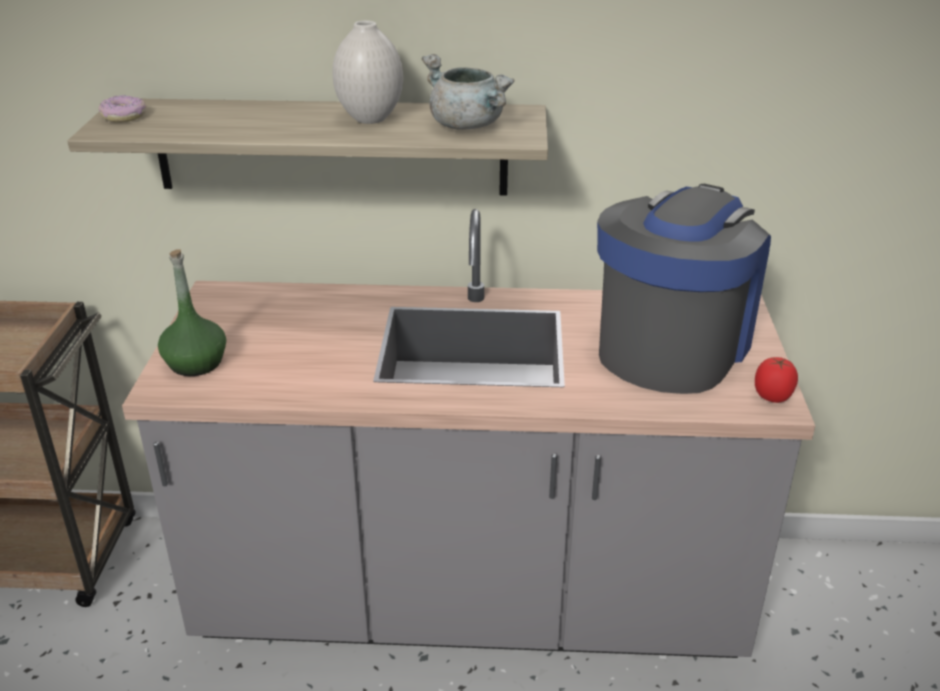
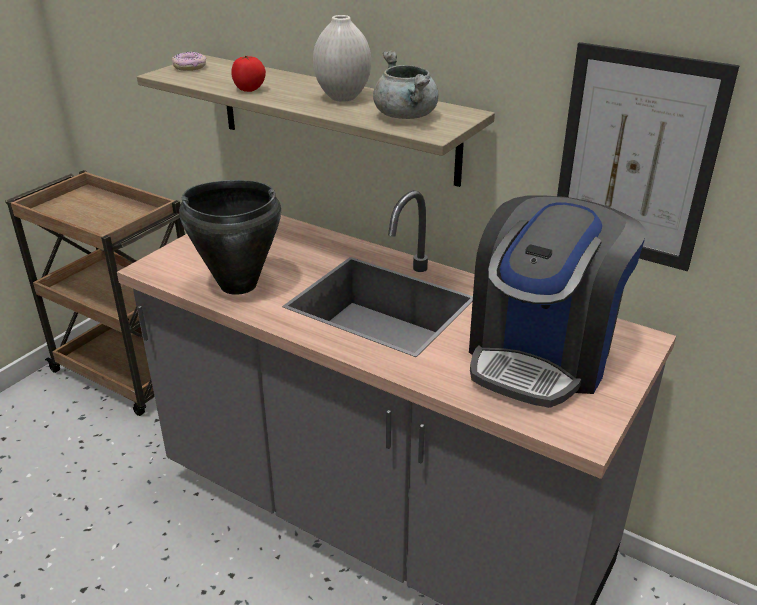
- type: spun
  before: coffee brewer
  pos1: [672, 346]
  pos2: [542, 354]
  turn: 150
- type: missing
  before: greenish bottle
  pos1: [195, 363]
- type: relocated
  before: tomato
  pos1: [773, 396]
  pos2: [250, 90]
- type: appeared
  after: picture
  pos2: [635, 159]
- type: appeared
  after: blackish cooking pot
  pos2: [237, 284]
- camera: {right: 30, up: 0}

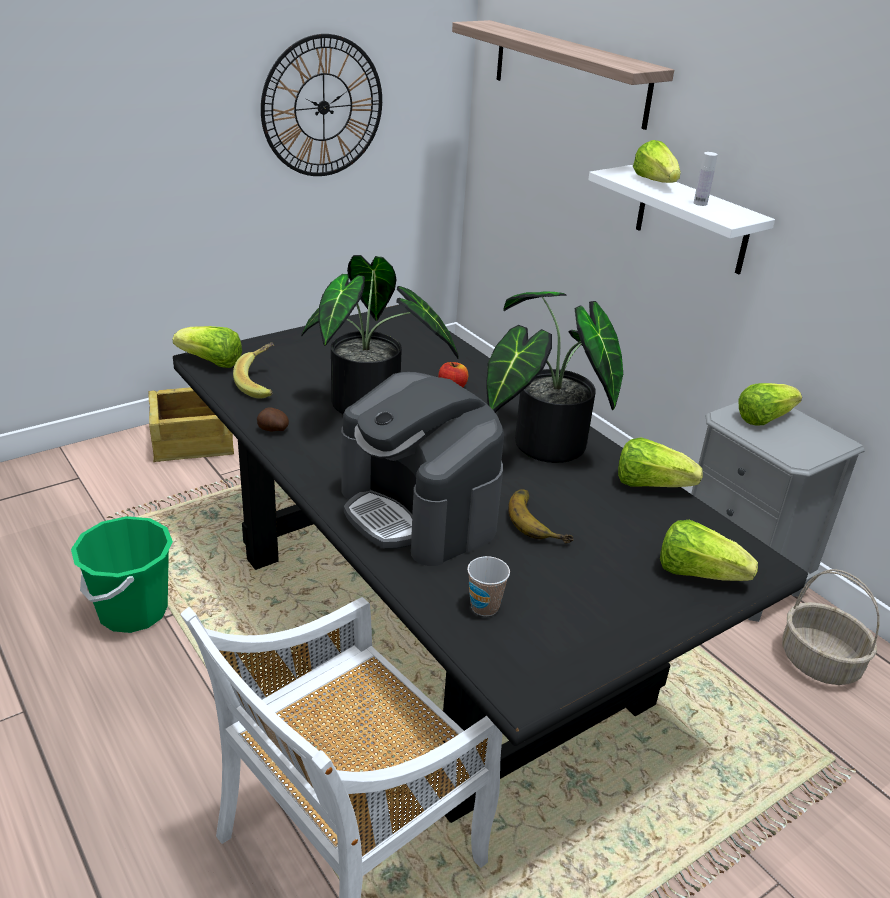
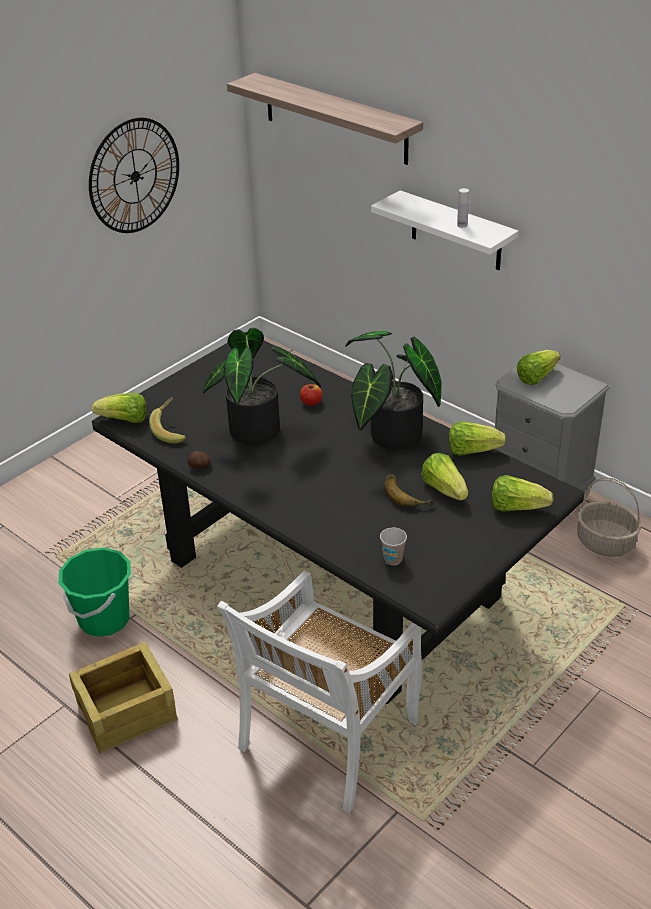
- type: relocated
  before: head of lettuce
  pos1: [655, 182]
  pos2: [444, 489]
- type: missing
  before: coffee brewer
  pos1: [419, 511]
- type: relocated
  before: packing crate
  pos1: [194, 441]
  pos2: [127, 712]
- camera: {right: -10, up: 5}

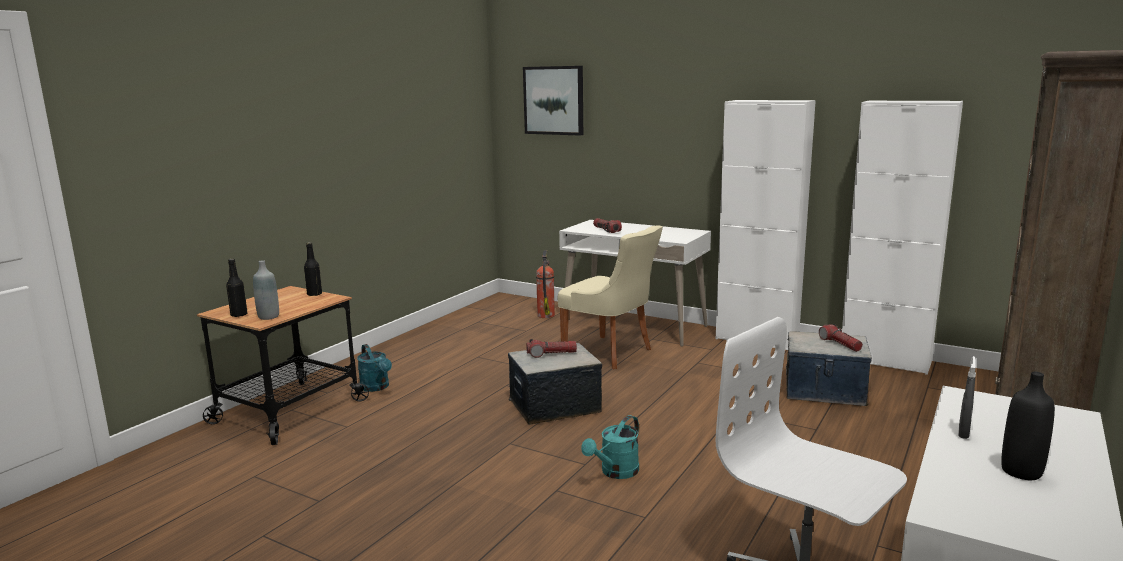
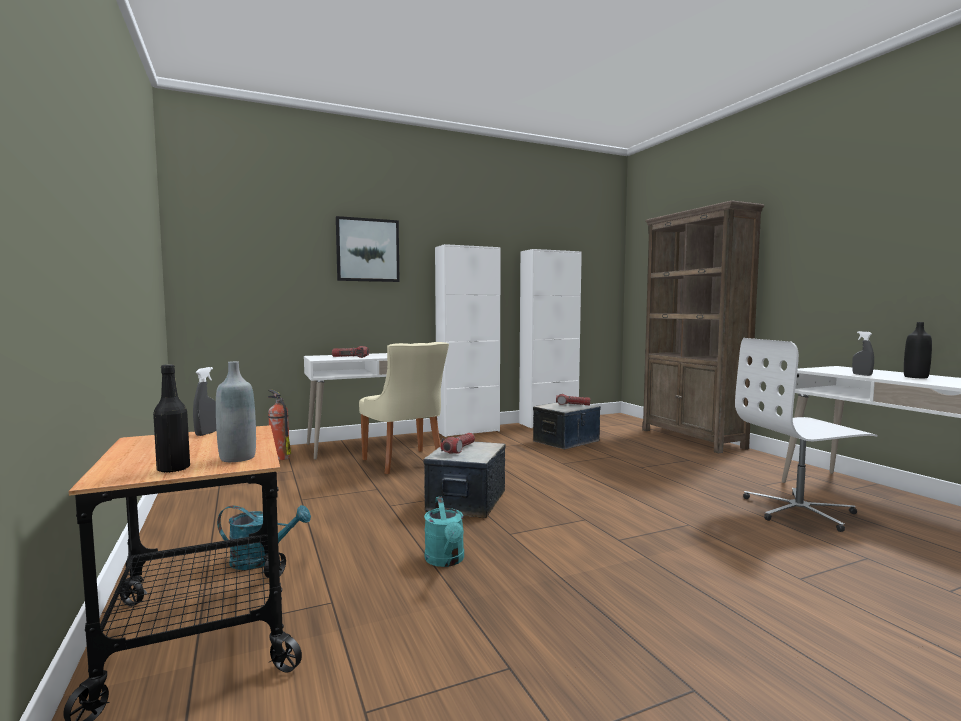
- type: relocated
  before: picture
  pos1: [554, 100]
  pos2: [367, 250]
- type: spun
  before: beige-coloured upright chair
  pos1: [610, 353]
  pos2: [405, 462]
  turn: 75
- type: exchanged
  before: blackish bottle
  after: greyish spray bottle
  pos1: [314, 294]
  pos2: [207, 433]
- type: relocated
  before: turquoise sprinkling can
  pos1: [615, 472]
  pos2: [446, 561]
- camera: {right: -55, up: -10}

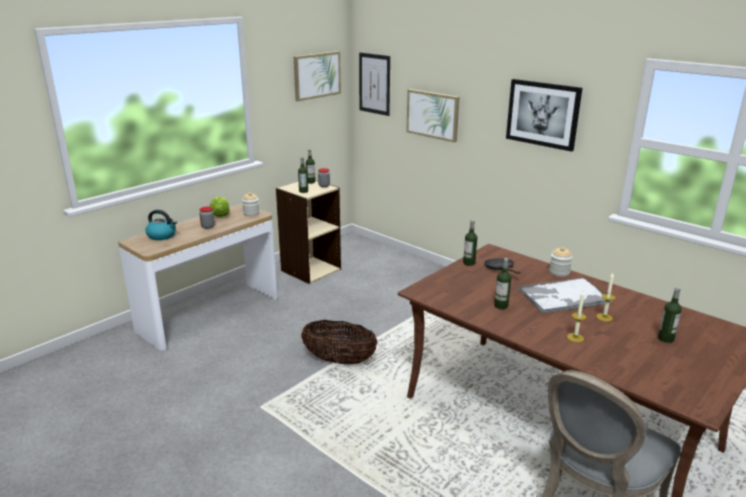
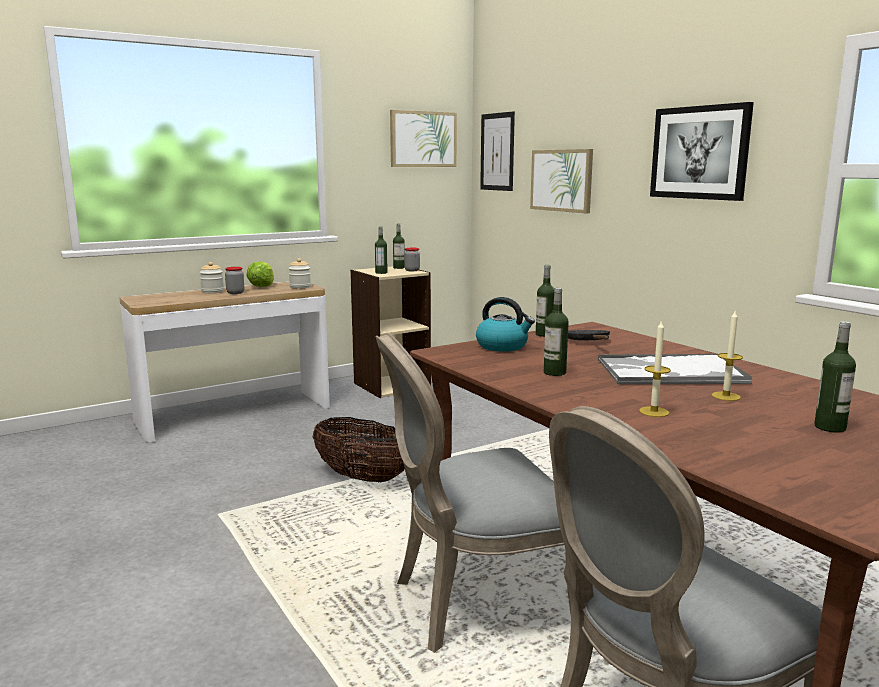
- type: relocated
  before: kettle
  pos1: [162, 235]
  pos2: [503, 346]
- type: relocated
  before: jar
  pos1: [559, 272]
  pos2: [212, 291]
- type: appeared
  after: greyish upright chair
  pos2: [474, 602]
- camera: {right: 15, up: -10}

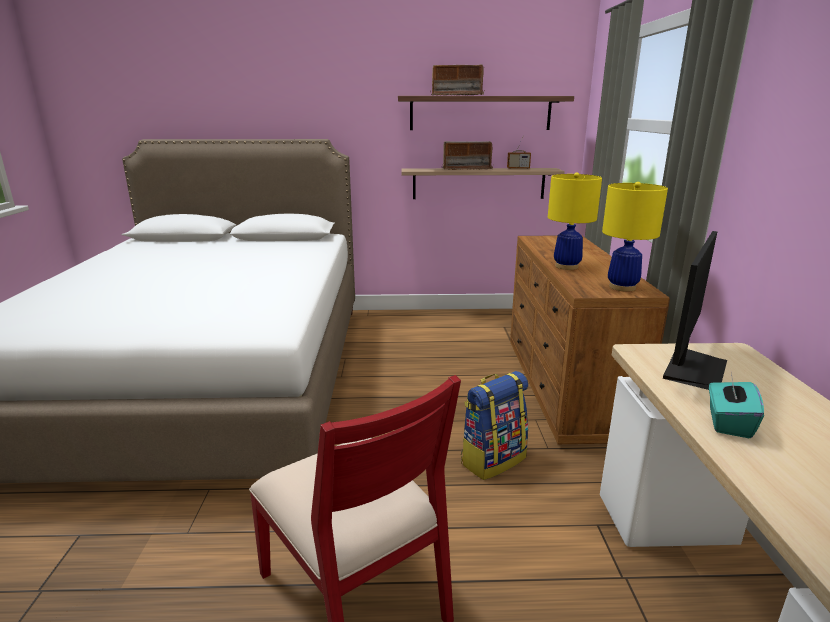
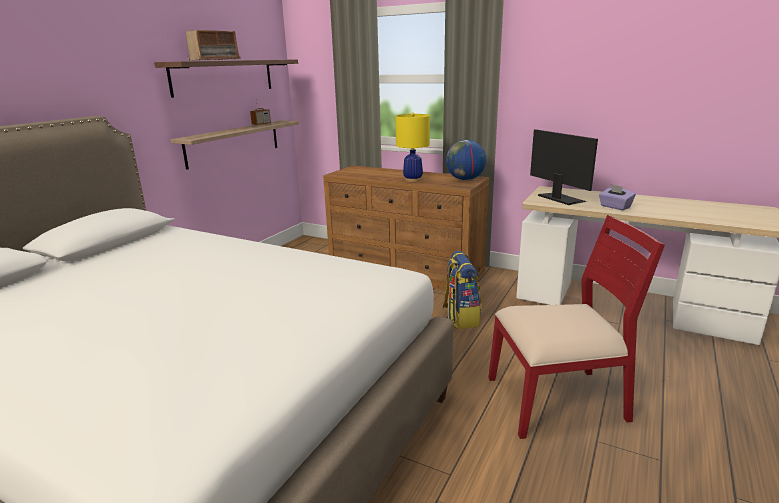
- type: missing
  before: radio set
  pos1: [466, 169]
- type: exchanged
  before: yellowish tabletop lamp
  after: world globe
  pos1: [622, 287]
  pos2: [465, 179]
- type: colour
  before: turquoise box of tissues
  after: purple-coloured box of tissues
  pos1: [728, 422]
  pos2: [614, 207]
- camera: {right: -60, up: 0}

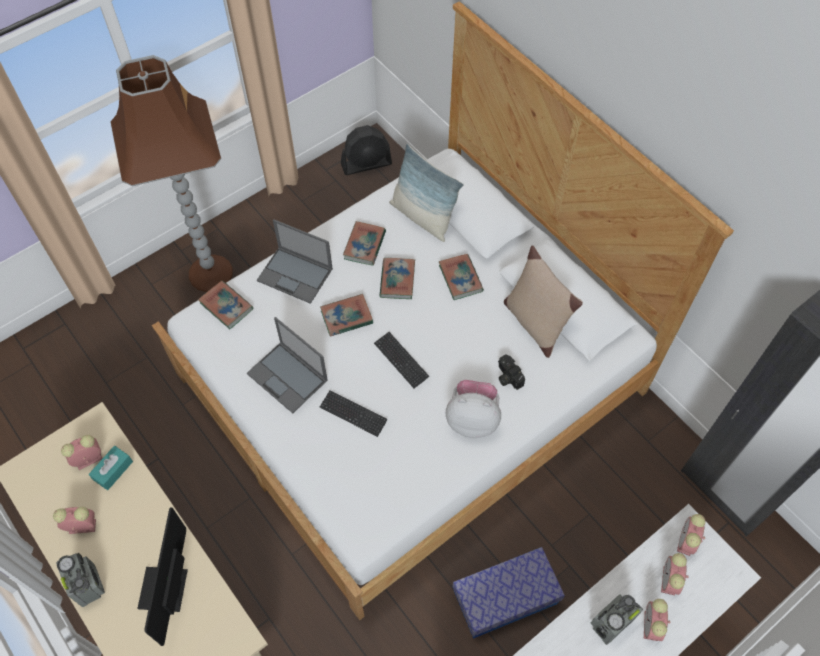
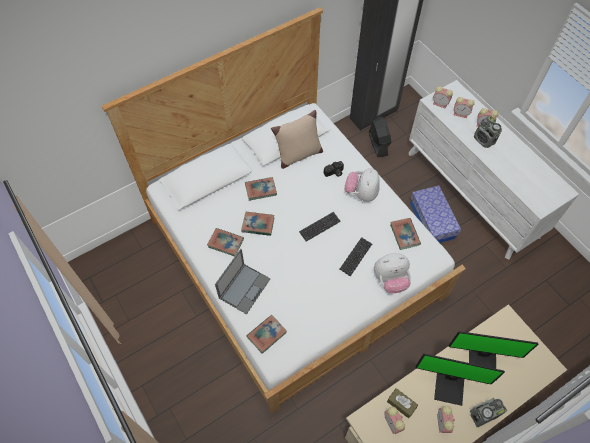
- type: missing
  before: brown-coloured floor lamp
  pos1: [211, 272]
- type: relocated
  before: blackish fan
  pos1: [366, 164]
  pos2: [378, 144]
- type: missing
  before: cushion
  pos1: [422, 217]
- type: relocated
  before: bound book
  pos1: [346, 317]
  pos2: [404, 235]
- type: missing
  before: portable computer
  pos1: [288, 377]
- type: colour
  before: turquoise box of tissues
  after: brown-coloured box of tissues
  pos1: [113, 470]
  pos2: [401, 404]
- type: appeared
  after: soft toy
  pos2: [390, 280]
- type: appeared
  after: monitor
  pos2: [449, 387]
- camera: {right: -85, up: 0}

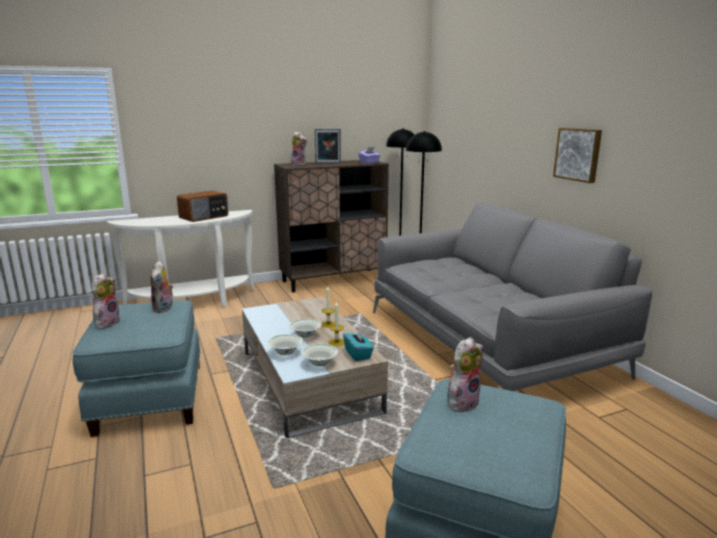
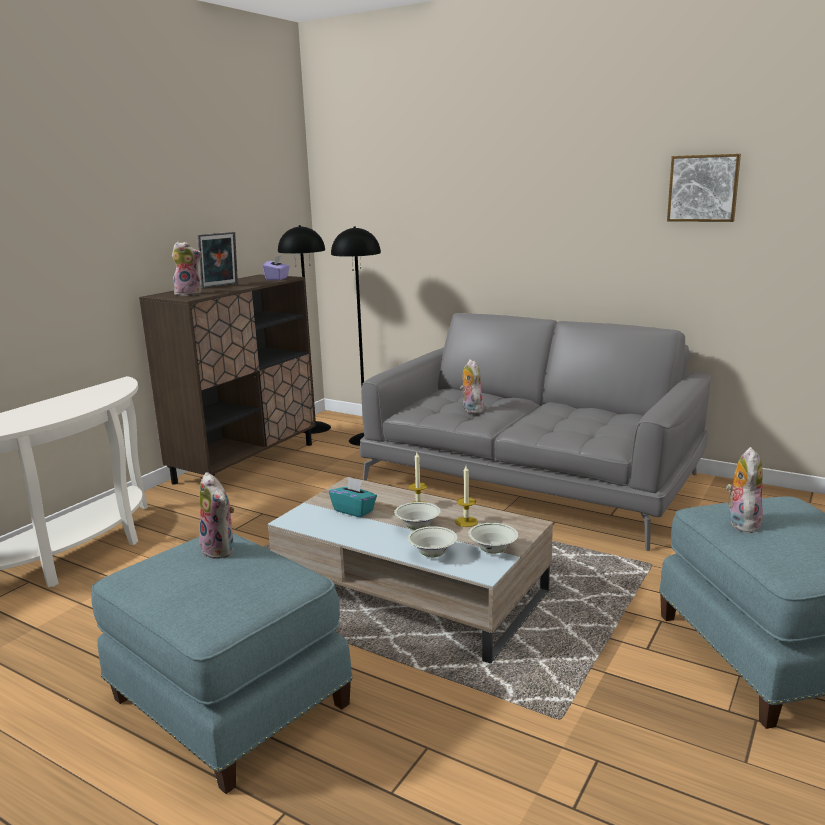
- type: relocated
  before: picture
  pos1: [578, 154]
  pos2: [703, 188]
- type: missing
  before: radio set
  pos1: [204, 217]
- type: relocated
  before: soft toy
  pos1: [107, 323]
  pos2: [470, 410]
- type: relocated
  before: turquoise box of tissues
  pos1: [358, 354]
  pos2: [354, 510]
- camera: {right: -35, up: 0}

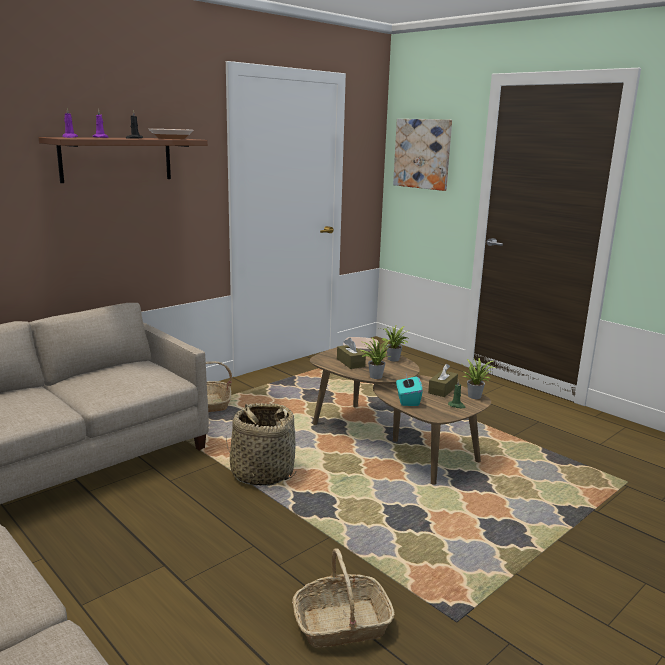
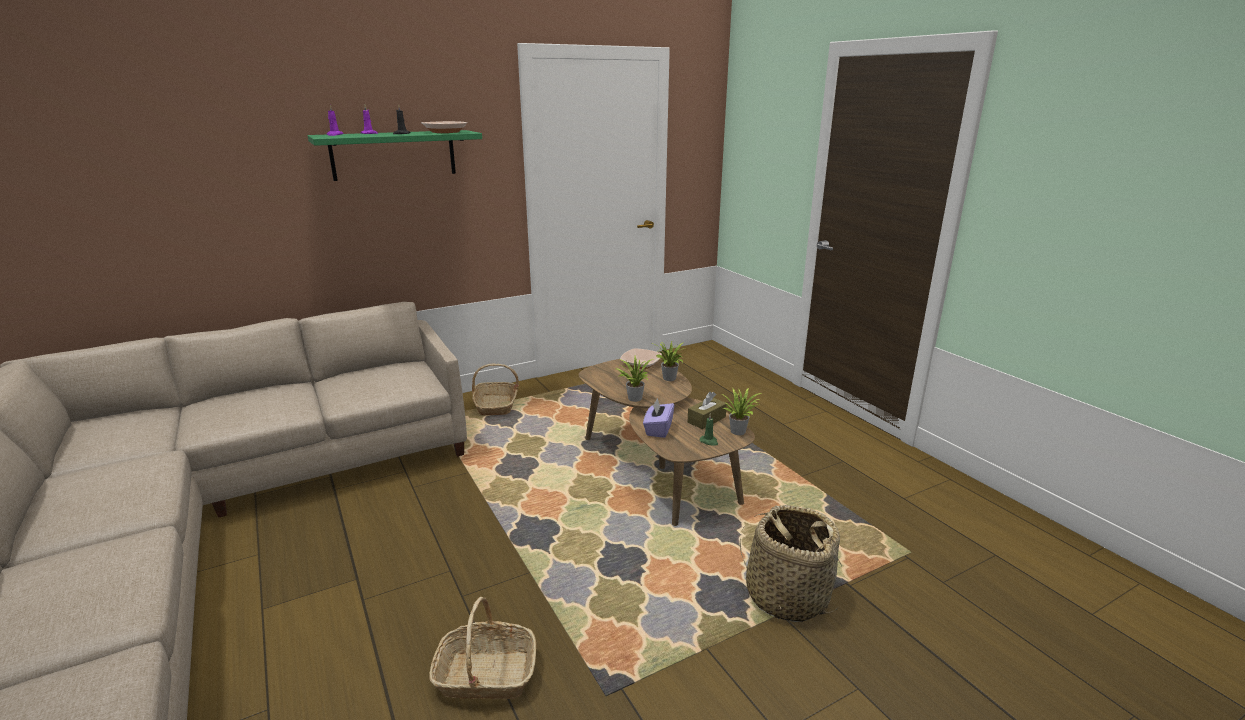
- type: missing
  before: picture
  pos1: [422, 154]
- type: colour
  before: brown-coloured wall shelf
  after: greenish wall shelf
  pos1: [116, 159]
  pos2: [394, 155]
- type: missing
  before: brown-coloured box of tissues
  pos1: [350, 362]
- type: colour
  before: turquoise box of tissues
  after: purple-coloured box of tissues
  pos1: [407, 400]
  pos2: [658, 429]
- type: relocated
  before: storage basket
  pos1: [262, 473]
  pos2: [786, 596]
- camera: {right: 15, up: 5}

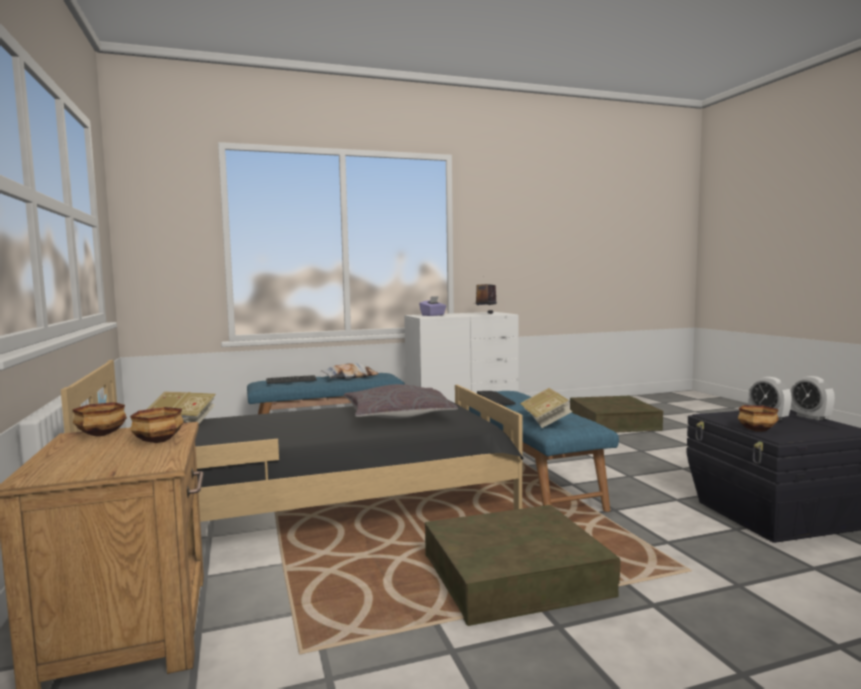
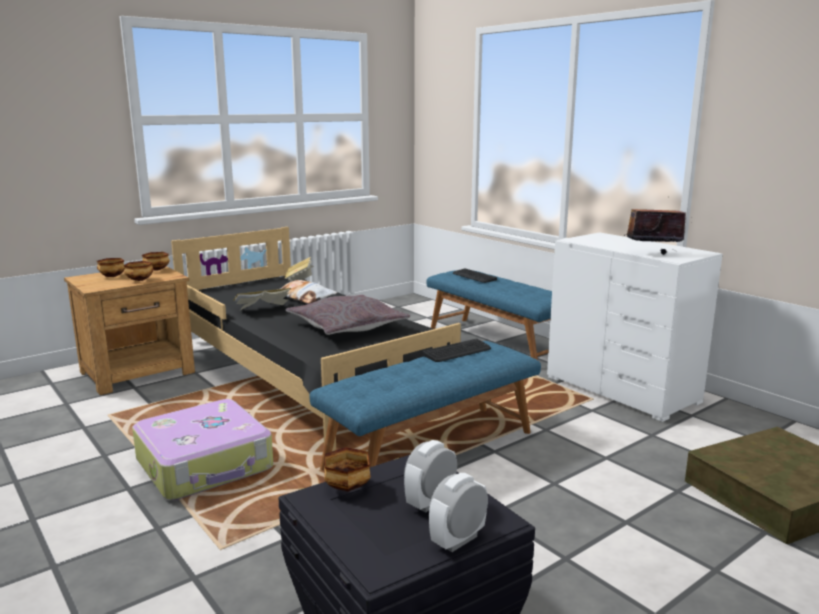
- type: missing
  before: purple-coloured box of tissues
  pos1: [433, 315]
- type: relocated
  before: cushion
  pos1: [350, 377]
  pos2: [304, 297]
- type: relocated
  before: bound book
  pos1: [545, 421]
  pos2: [263, 310]
- type: exchanged
  before: brown-coloured storage bin
  after: travel case
  pos1: [514, 574]
  pos2: [206, 464]
- type: appeared
  after: deep dish
  pos2: [112, 276]
- camera: {right: 70, up: 10}

